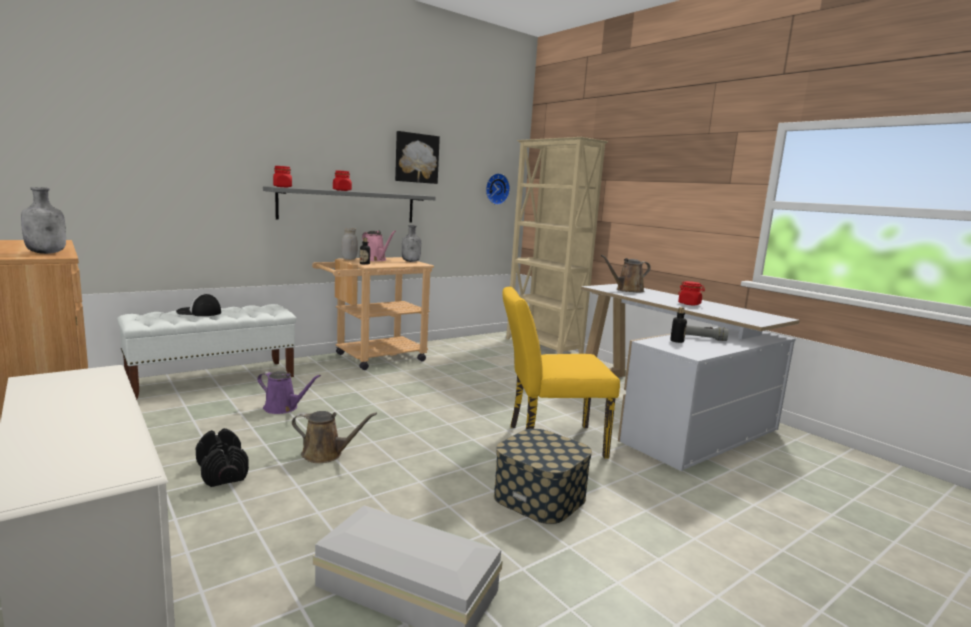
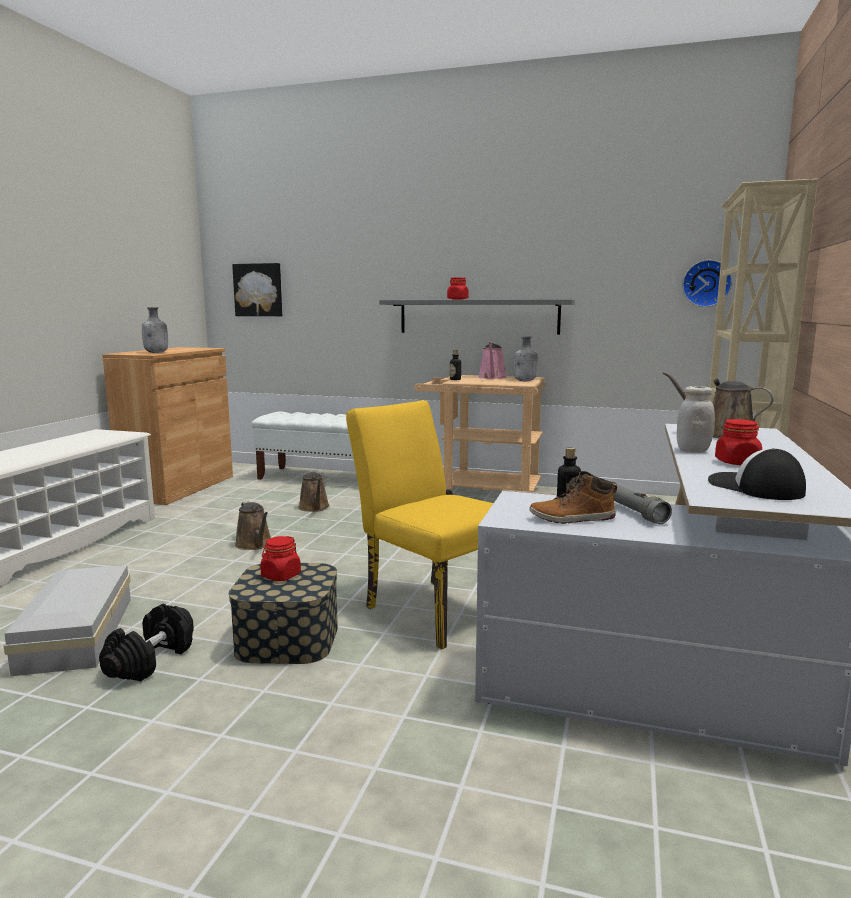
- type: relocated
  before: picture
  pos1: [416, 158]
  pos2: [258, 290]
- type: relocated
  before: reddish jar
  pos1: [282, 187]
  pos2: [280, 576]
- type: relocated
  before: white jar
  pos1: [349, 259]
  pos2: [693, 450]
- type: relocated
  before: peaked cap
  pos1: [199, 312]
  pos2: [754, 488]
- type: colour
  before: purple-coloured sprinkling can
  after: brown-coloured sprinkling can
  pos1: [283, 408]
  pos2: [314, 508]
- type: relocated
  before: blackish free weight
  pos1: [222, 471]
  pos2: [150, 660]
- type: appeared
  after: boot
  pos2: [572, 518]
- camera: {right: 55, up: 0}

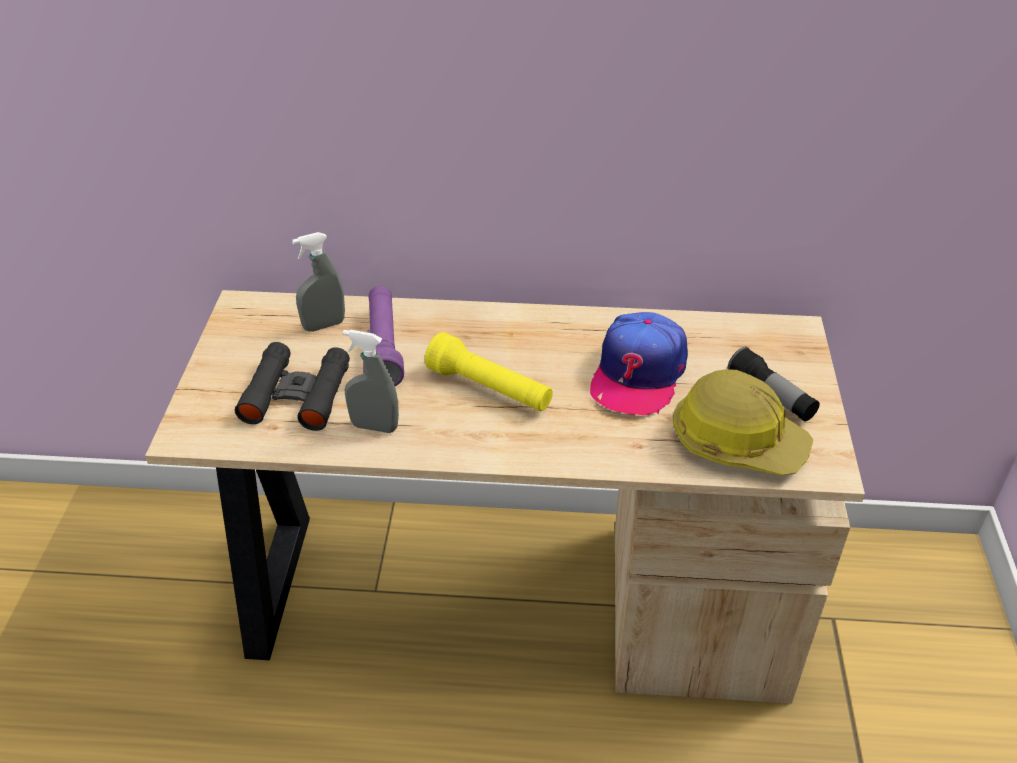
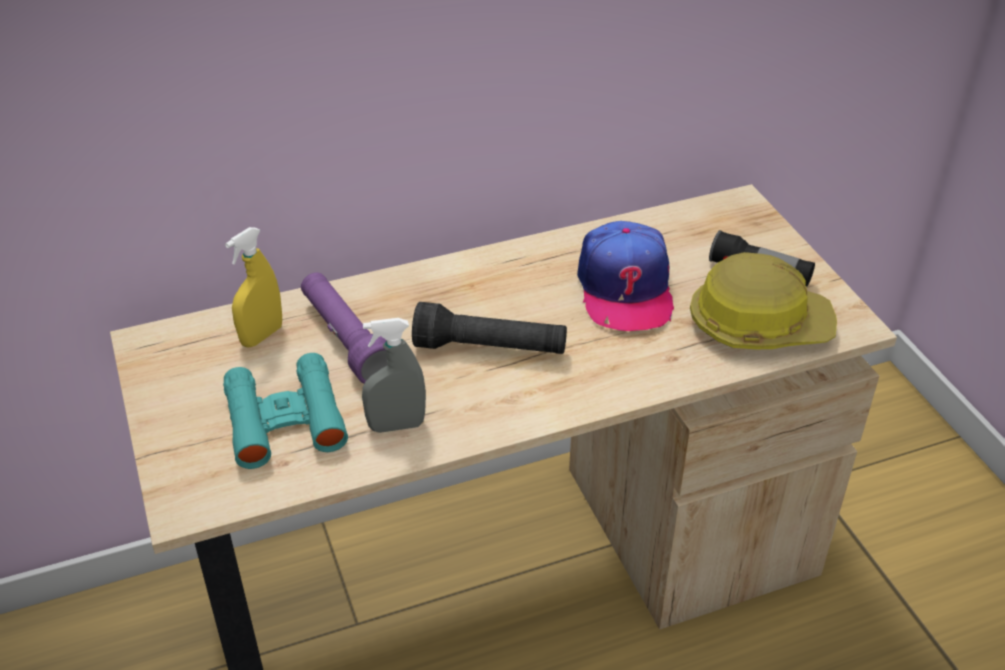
- type: colour
  before: greyish spray bottle
  after: yellowish spray bottle
  pos1: [324, 325]
  pos2: [262, 336]
- type: colour
  before: yellowish hand torch
  after: blackish hand torch
  pos1: [489, 389]
  pos2: [490, 348]
- type: colour
  before: blackish field glasses
  after: turquoise field glasses
  pos1: [296, 395]
  pos2: [285, 420]
- camera: {right: -25, up: 0}

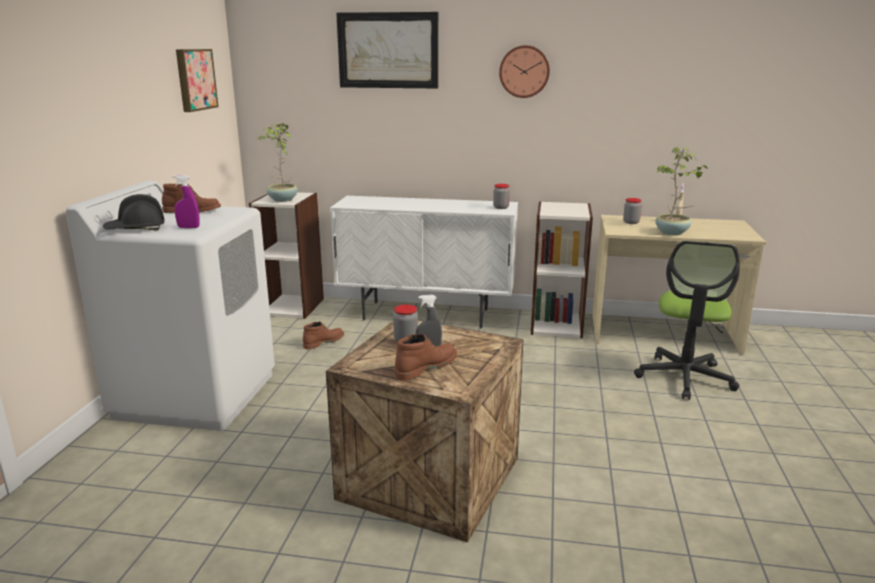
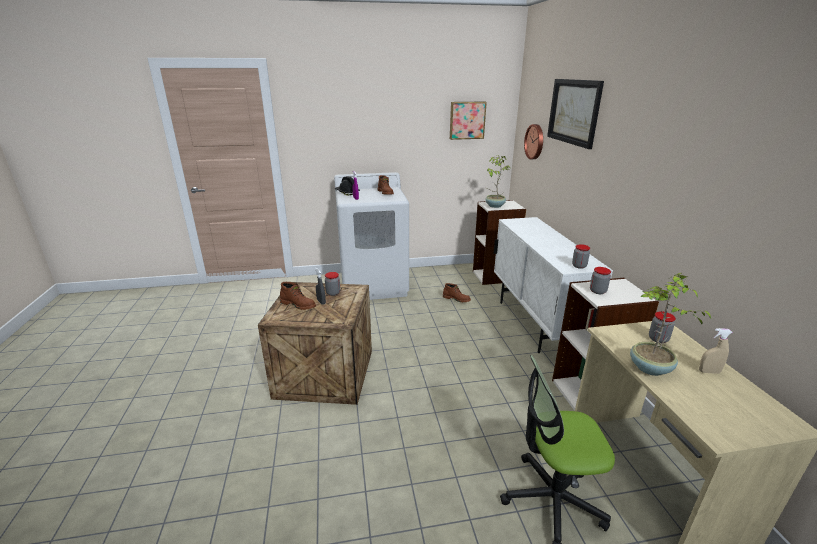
- type: relocated
  before: hanging clock
  pos1: [524, 71]
  pos2: [535, 141]
- type: appeared
  after: jar
  pos2: [597, 291]
- camera: {right: 70, up: 5}

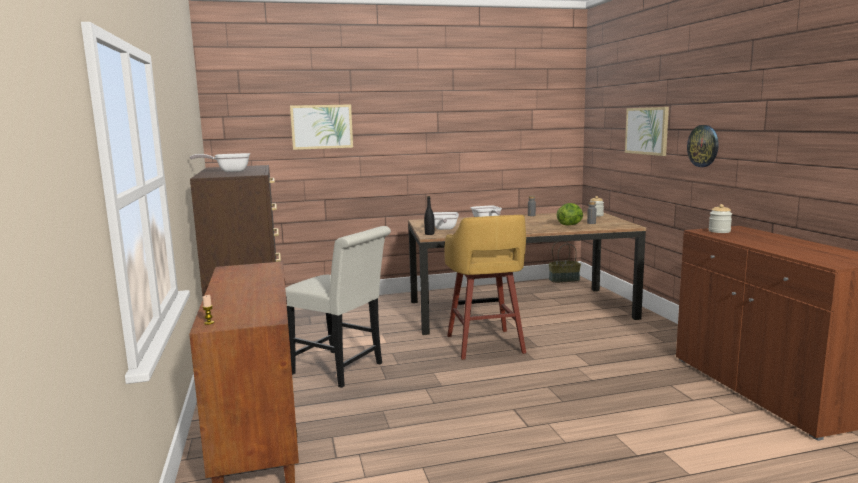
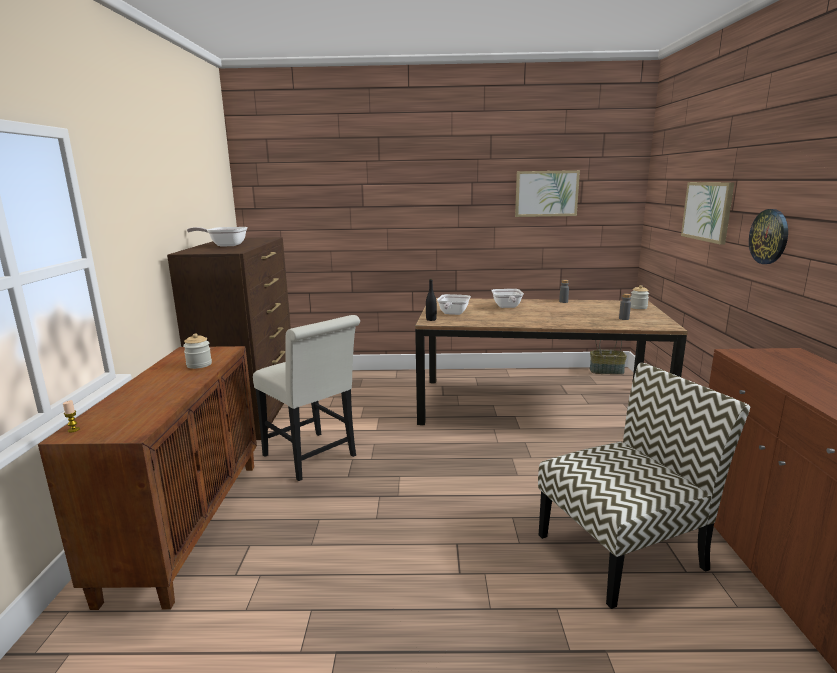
- type: relocated
  before: picture
  pos1: [321, 127]
  pos2: [546, 193]
- type: missing
  before: head of lettuce
  pos1: [570, 225]
- type: relocated
  before: jar
  pos1: [719, 231]
  pos2: [199, 365]
- type: missing
  before: yellowish stool
  pos1: [485, 345]
- type: appeared
  after: upright chair
  pos2: [622, 550]
- camera: {right: 15, up: 5}

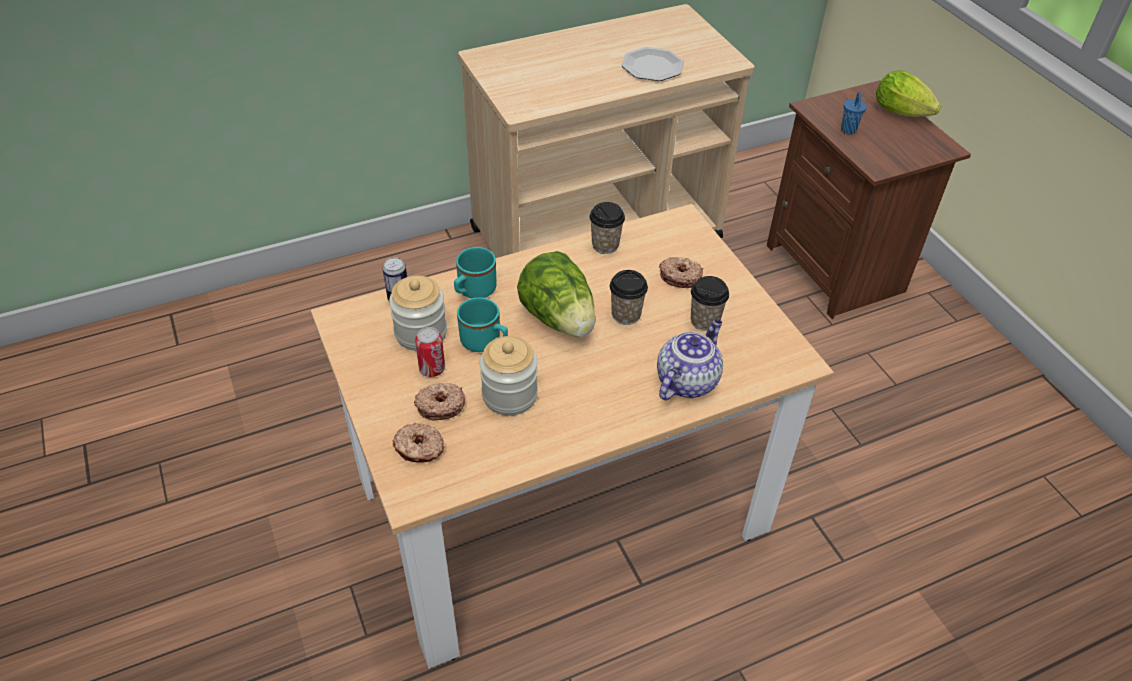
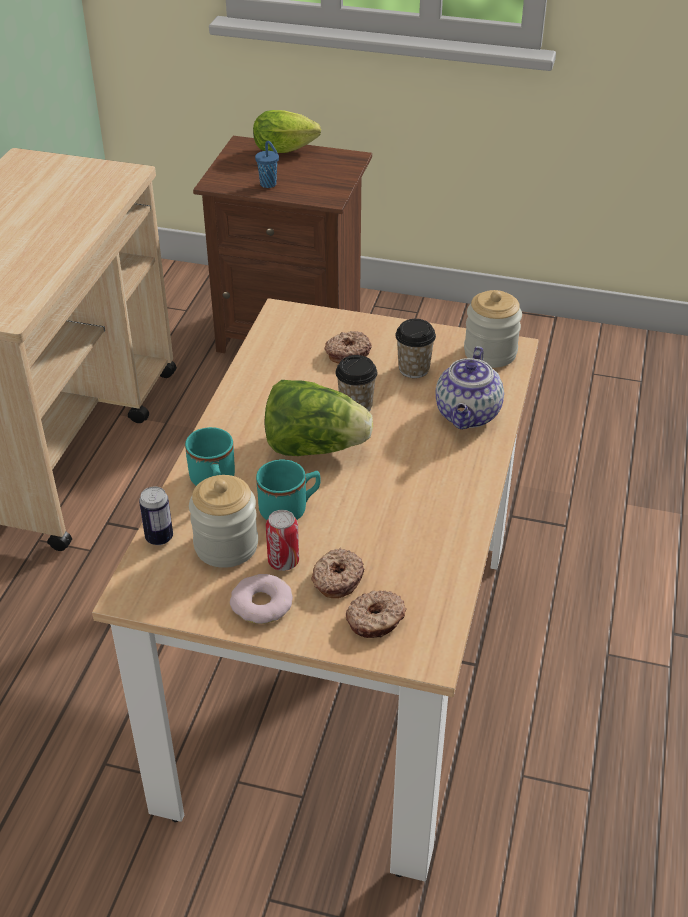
- type: missing
  before: plate
  pos1: [652, 67]
- type: missing
  before: small cup
  pos1: [605, 245]
- type: spun
  before: pot for tea
  pos1: [687, 380]
  pos2: [468, 415]
  turn: -150
- type: relocated
  before: jar
  pos1: [509, 395]
  pos2: [490, 353]
- type: appeared
  after: donut
  pos2: [261, 604]
- camera: {right: -50, up: -5}

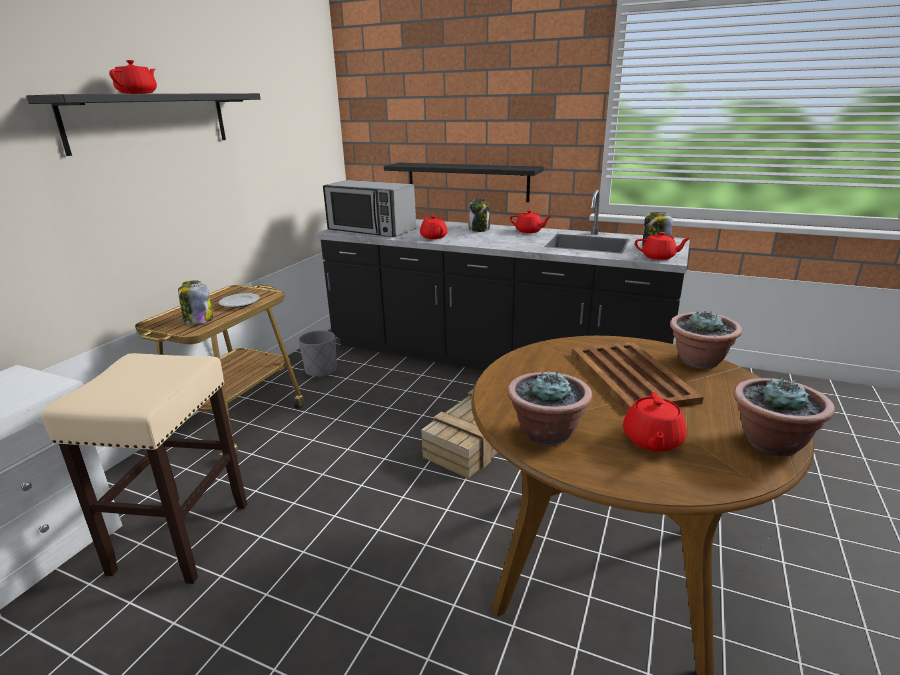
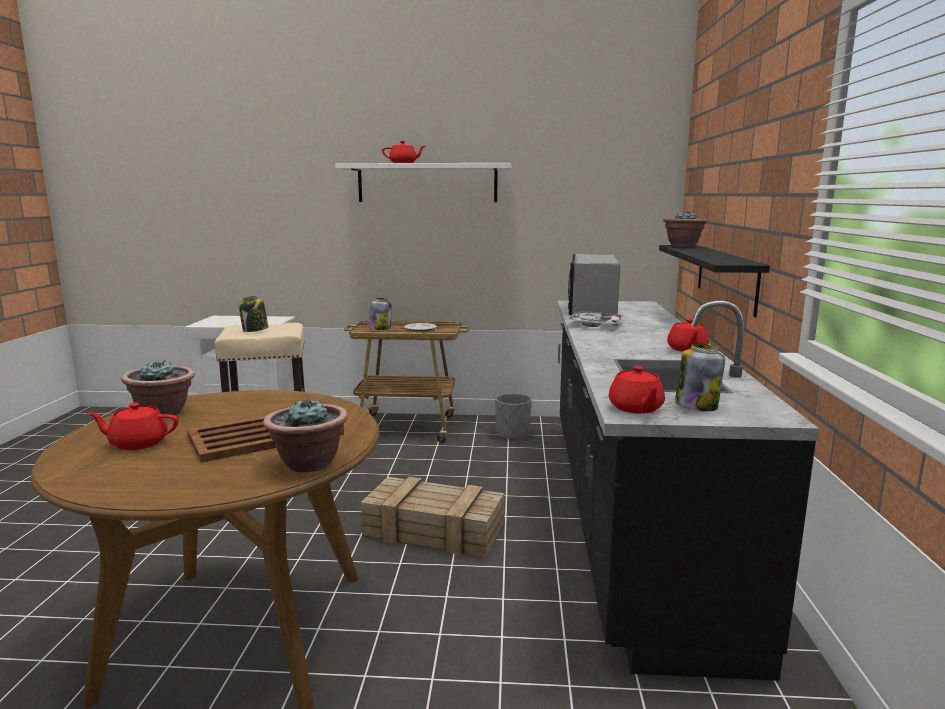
- type: colour
  before: blackish wall shelf
  after: white wall shelf
  pos1: [151, 121]
  pos2: [427, 183]
- type: relocated
  before: jar
  pos1: [479, 229]
  pos2: [255, 330]
- type: exchanged
  before: reddish pot for tea
  after: carrying tray
  pos1: [433, 237]
  pos2: [595, 325]
- type: relocated
  before: houseplant
  pos1: [770, 442]
  pos2: [683, 246]
- camera: {right: 70, up: -10}

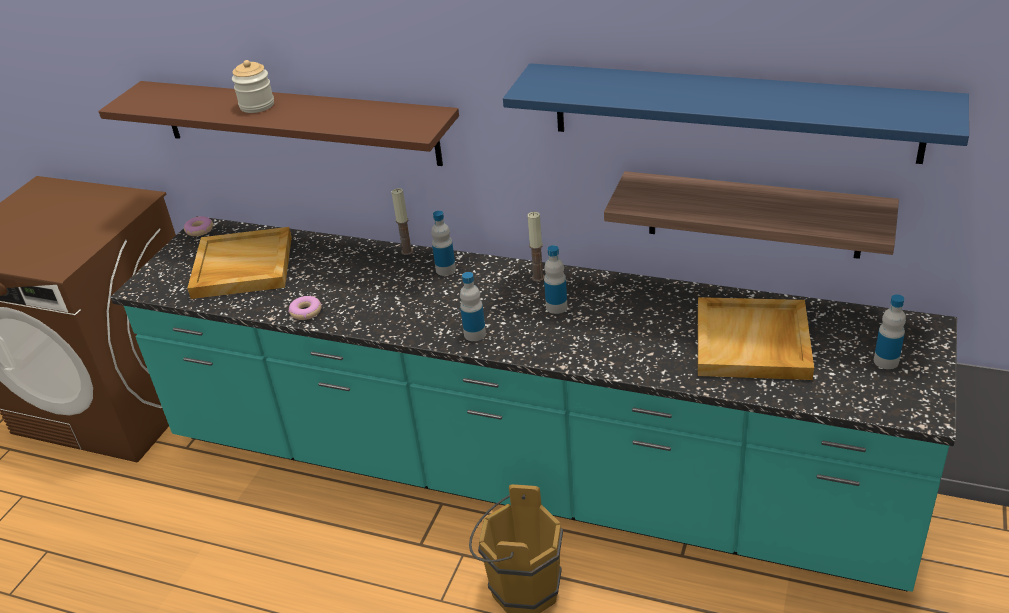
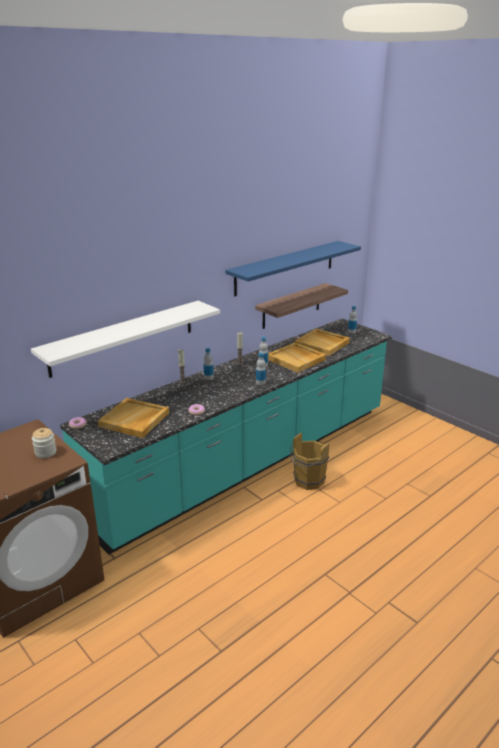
- type: relocated
  before: jar
  pos1: [257, 105]
  pos2: [45, 452]
- type: colour
  before: brown-coloured wall shelf
  after: white wall shelf
  pos1: [297, 122]
  pos2: [123, 337]
- type: appeared
  after: beige-coloured carrying tray
  pos2: [296, 359]
- camera: {right: -65, up: -10}

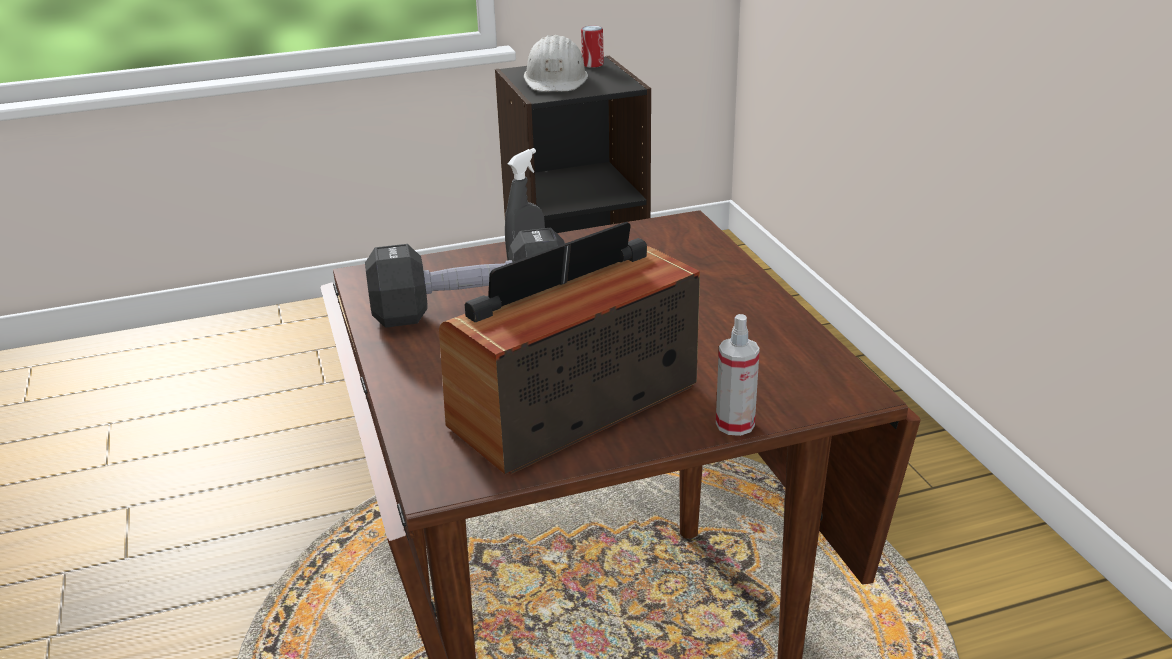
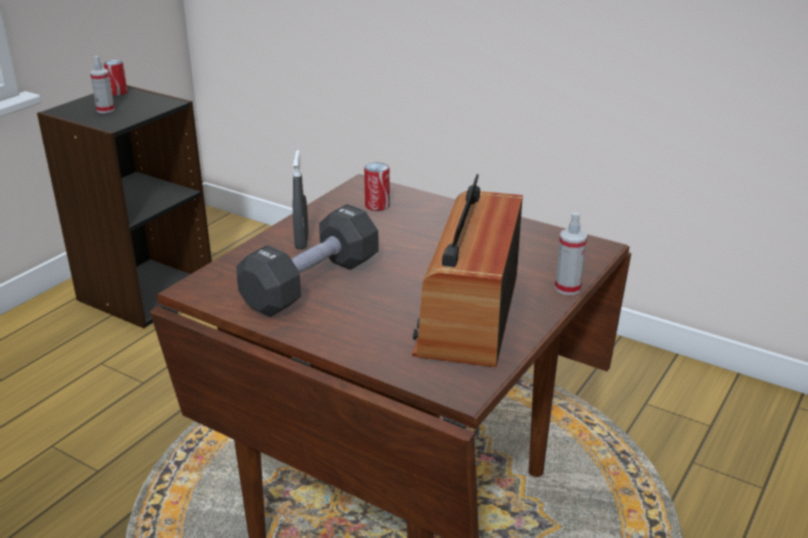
- type: exchanged
  before: white work helmet
  after: spray bottle
  pos1: [556, 79]
  pos2: [105, 110]
- type: appeared
  after: sealed can
  pos2: [377, 206]
- camera: {right: -40, up: 0}

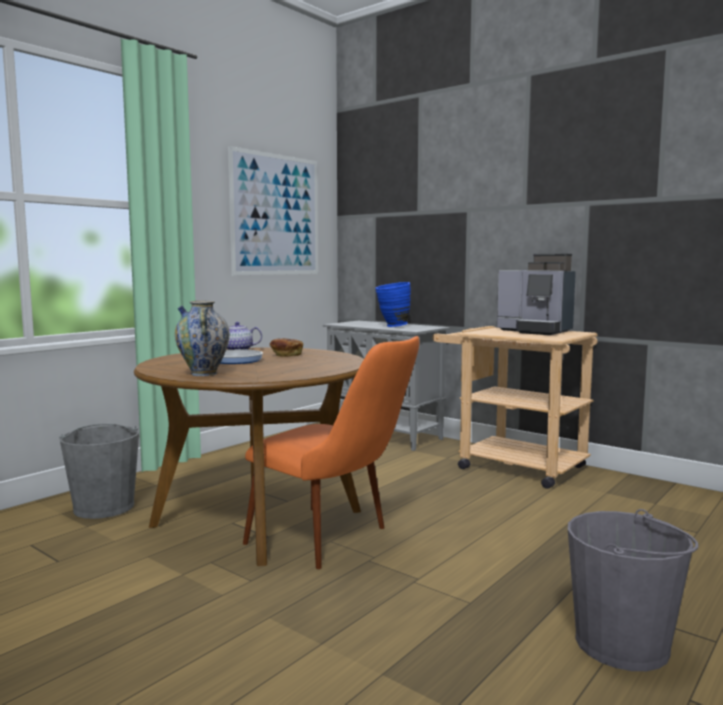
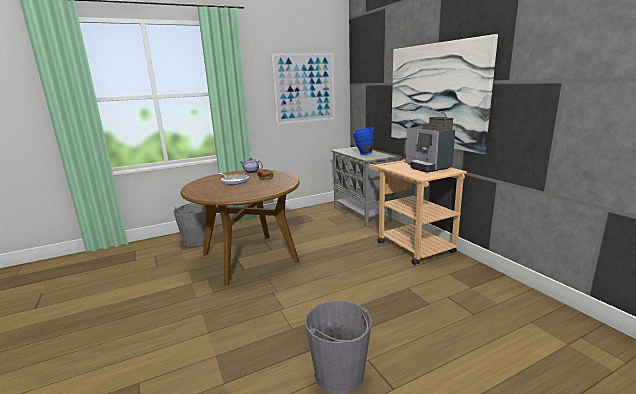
- type: missing
  before: decorative vase
  pos1: [203, 374]
- type: missing
  before: orange upright chair
  pos1: [335, 541]
- type: appeared
  after: picture
  pos2: [435, 95]
- camera: {right: 25, up: 10}

